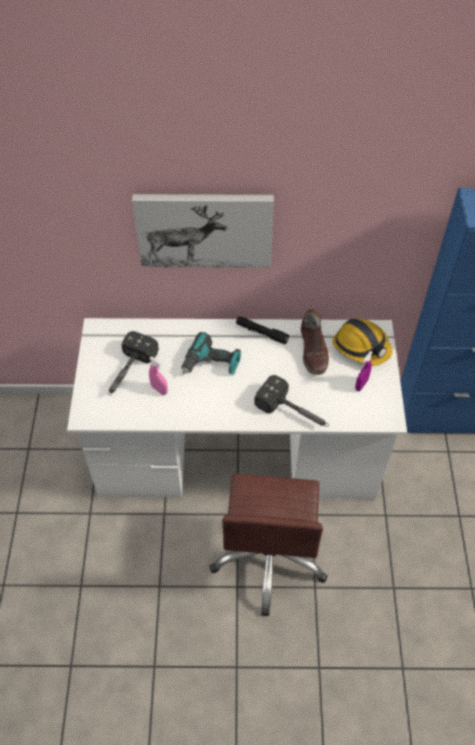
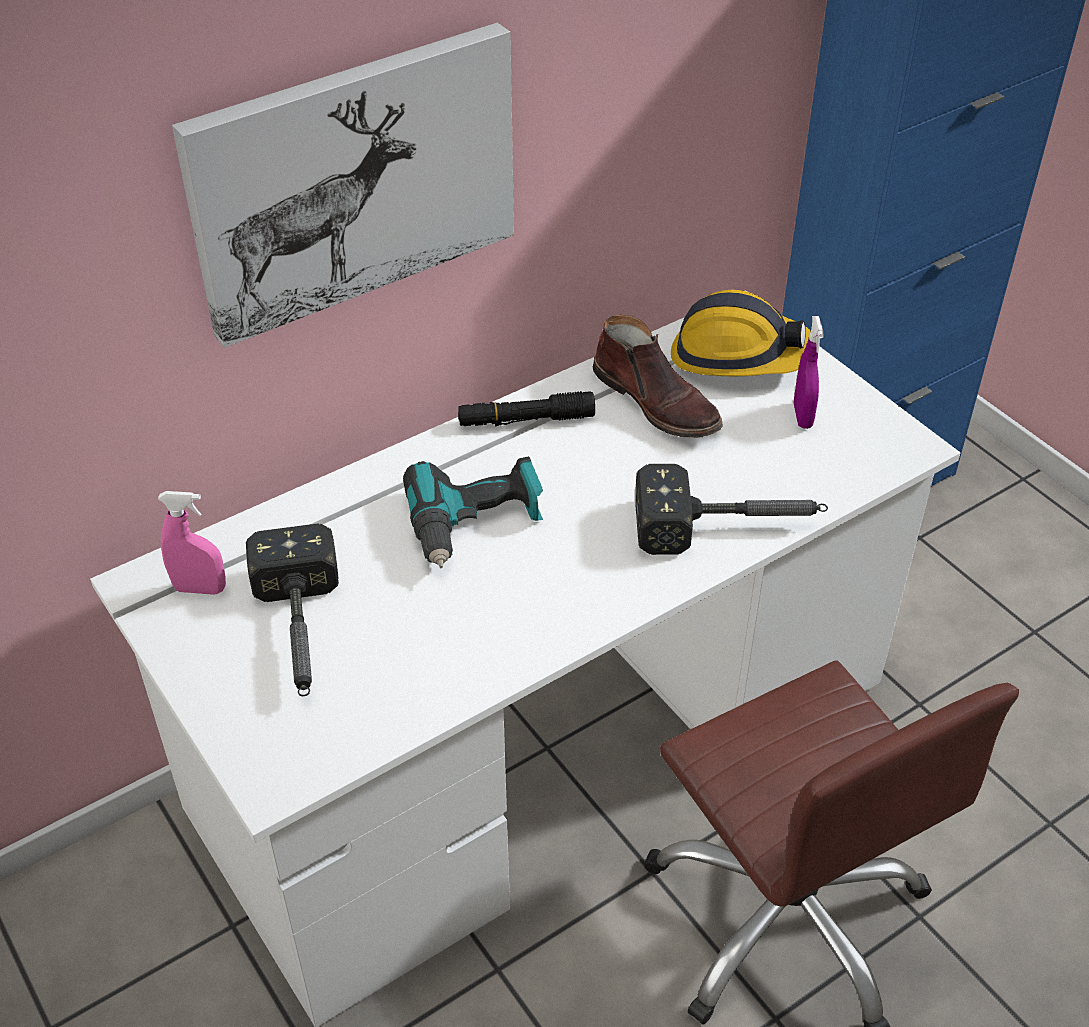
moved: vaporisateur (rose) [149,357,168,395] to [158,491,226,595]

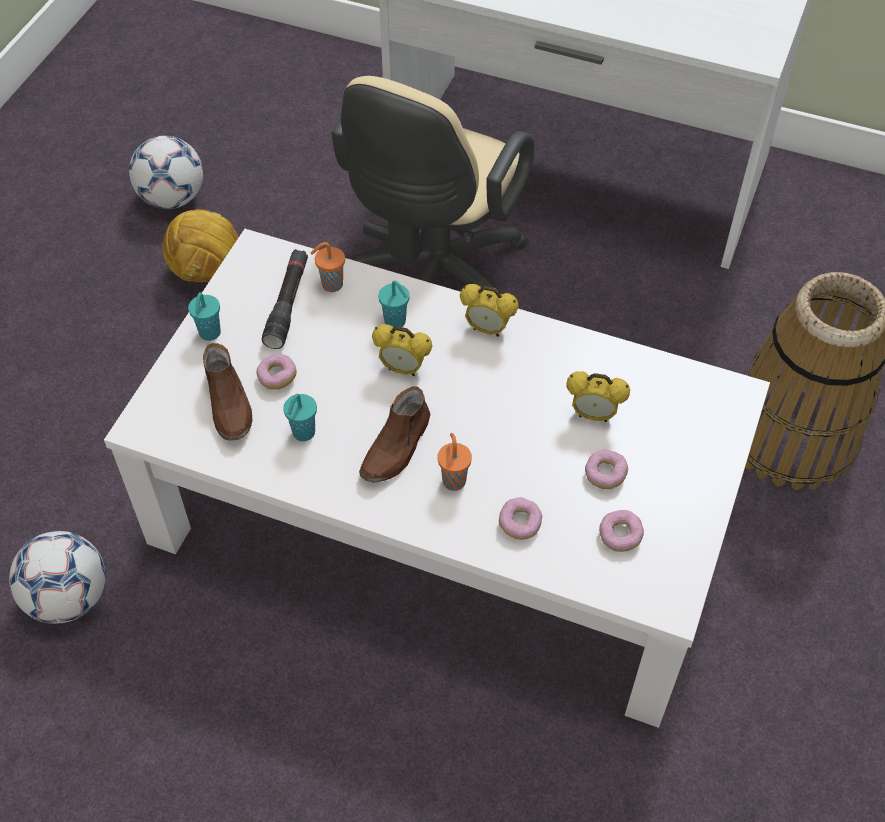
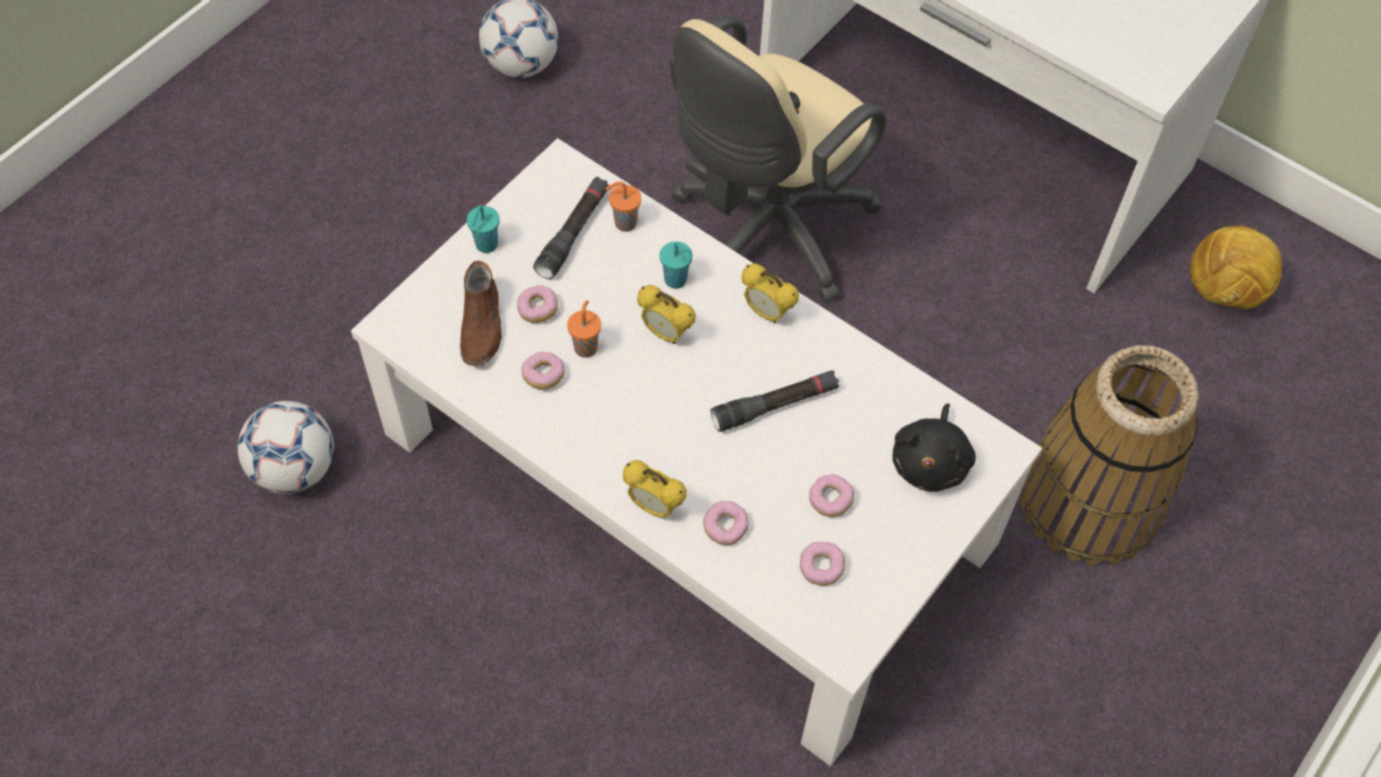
removed: chaussure (marron) [359,386,431,483]
added: lampe de poche (noir) [710,370,839,432]; peluche (noir) [892,403,976,492]
moved: ballon de foot [162,209,239,282] to [1190,225,1282,309]; tasse (orange) [437,433,472,491] to [567,300,601,358]; réveil [566,371,630,422] to [623,460,686,518]
replaced: tasse (turquoise) [283,394,317,441] to beignet [522,352,565,389]

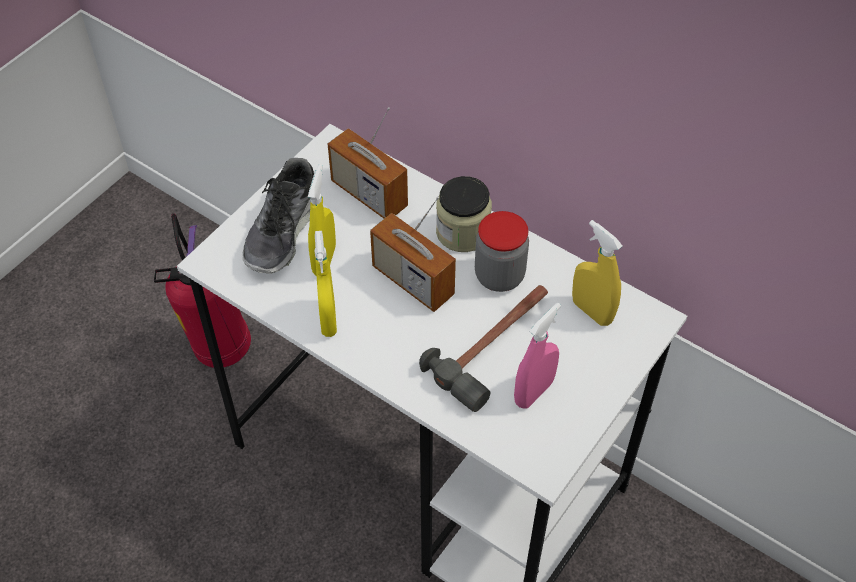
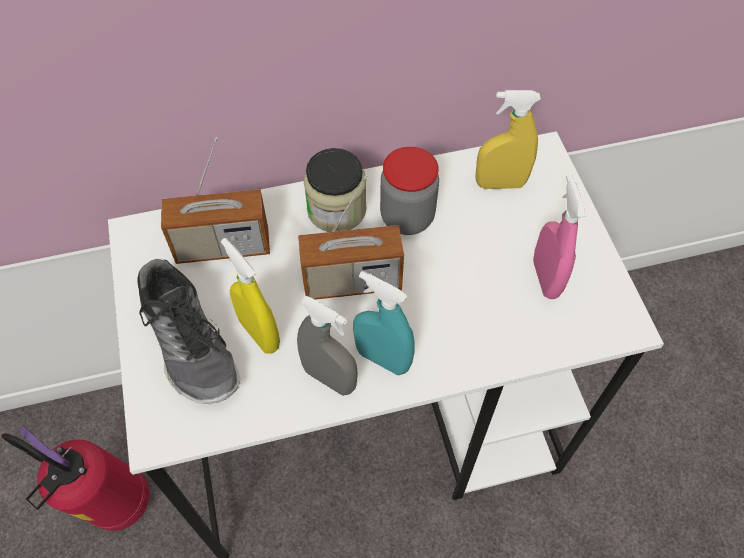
removed: marteau [419,285,548,412]
added: vaporisateur (turquoise) [353,271,414,375]
recoloured: vaporisateur (jaune) [315,231,337,337] to vaporisateur (gris) [297,295,358,396]

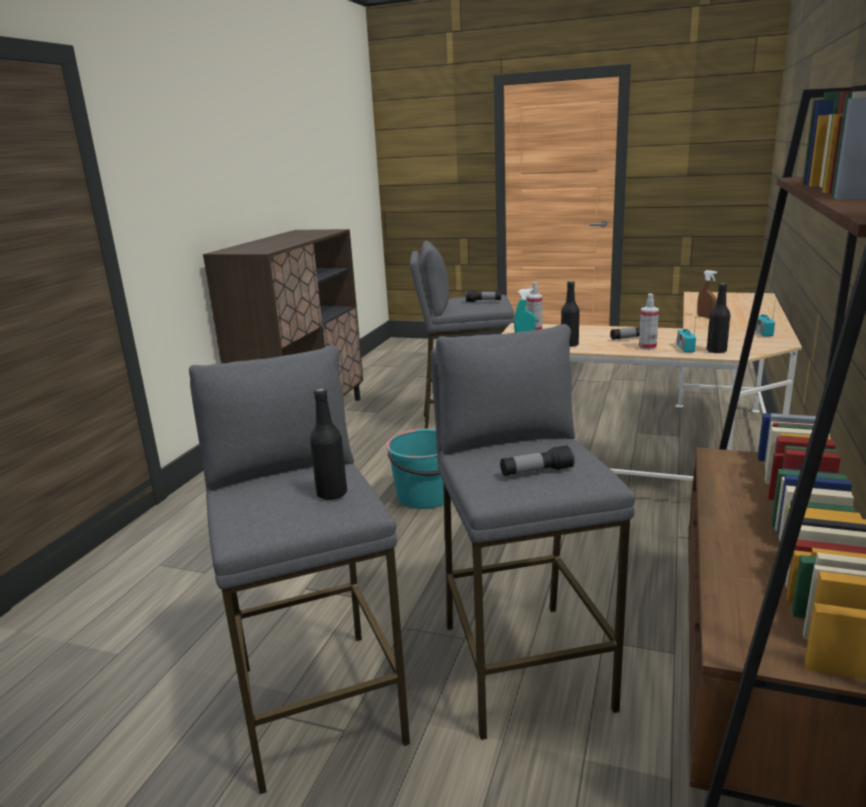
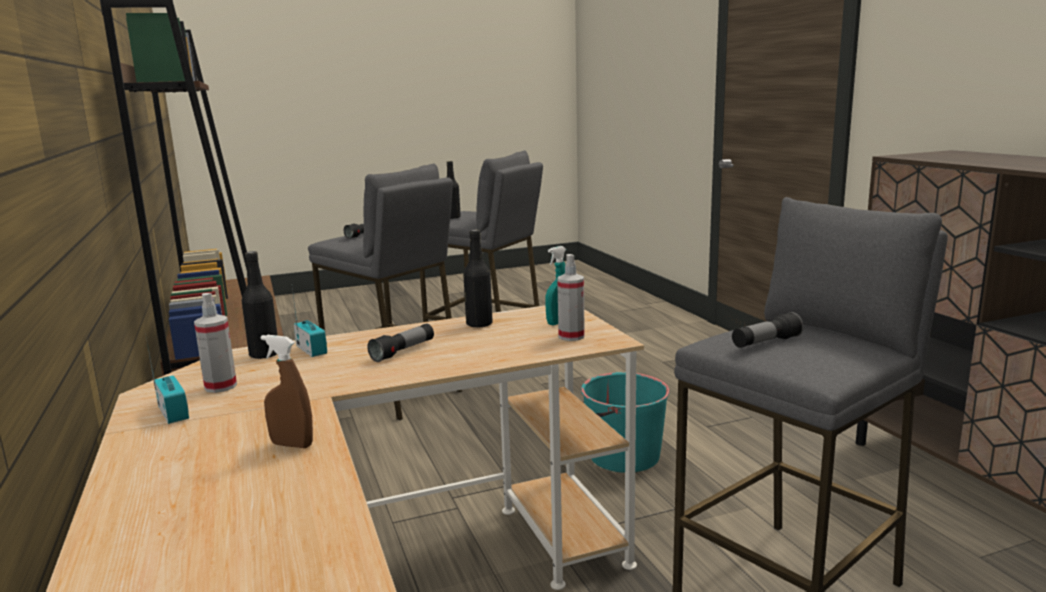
moved: vaporisateur [639,293,659,350] to [194,293,237,393]

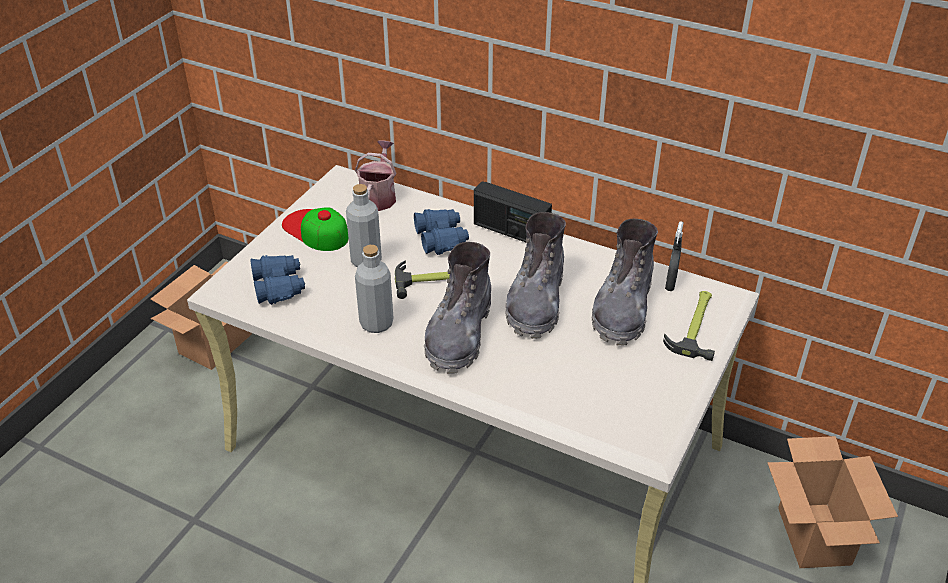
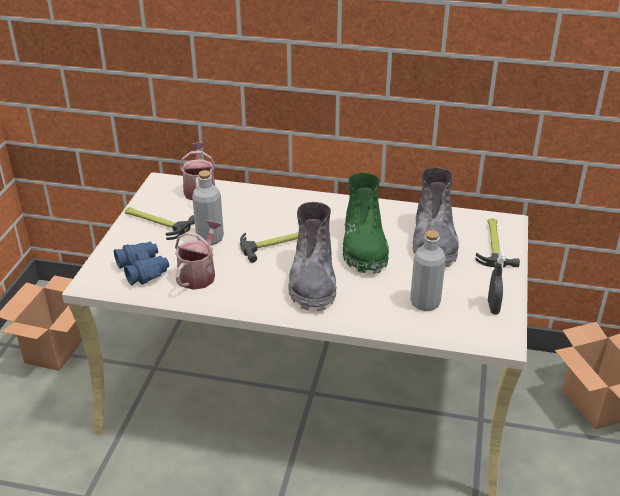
removed: jumelles (bleu) [414,209,469,255]; radio [474,181,552,242]
added: arrosoir [175,220,222,290]
moved: bouteille (gris) [355,245,394,333] to [410,230,446,311]; vaporisateur (gris) [665,221,683,291] to [488,249,506,315]
replaced: casquette [282,207,349,251] to marteau [125,207,195,240]
recoloured: botte (gris) [505,212,566,339] to botte (vert) [343,172,389,274]

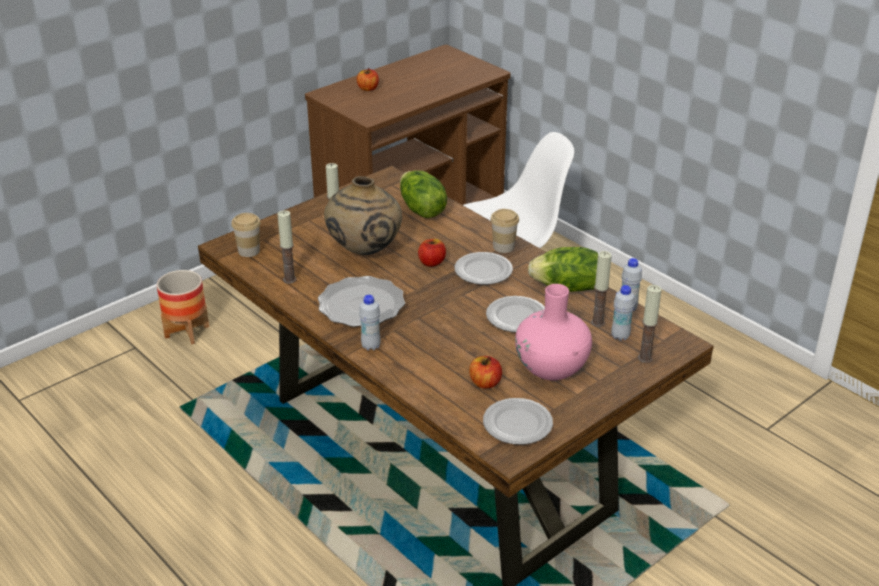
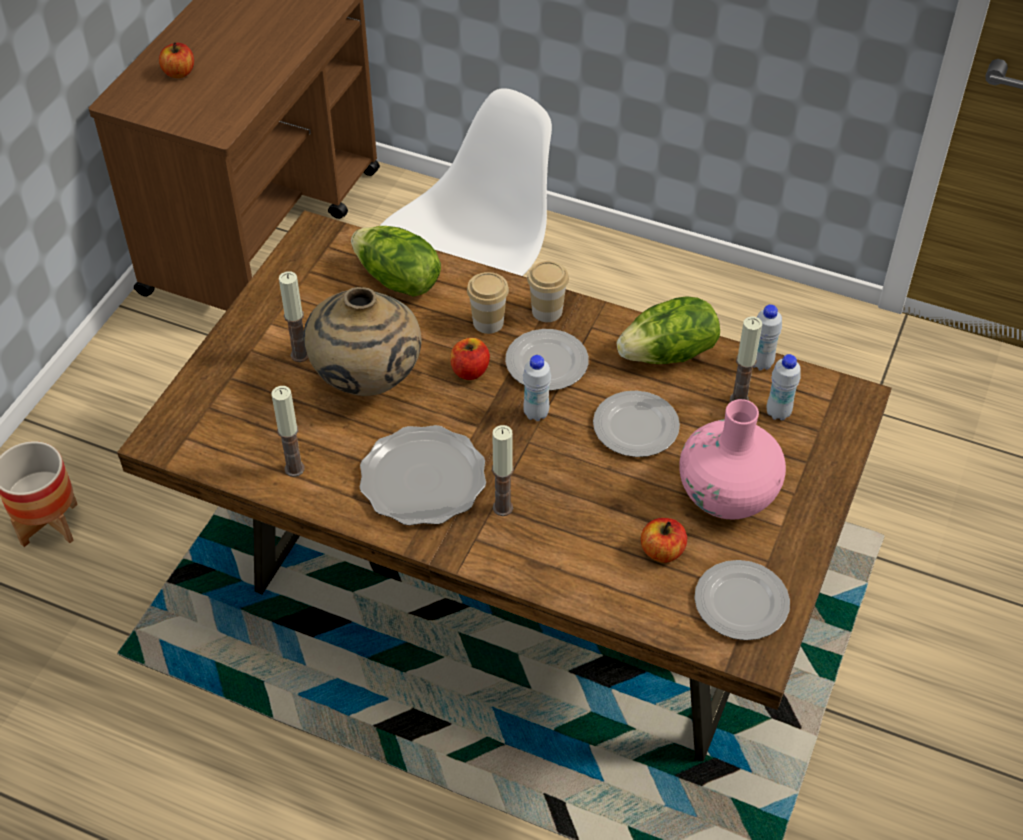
moved: tasse [231,213,261,257] to [467,272,509,334]; bouteille (blanc) [359,295,380,351] to [523,355,551,421]; bougie [638,285,662,363] to [492,425,514,516]

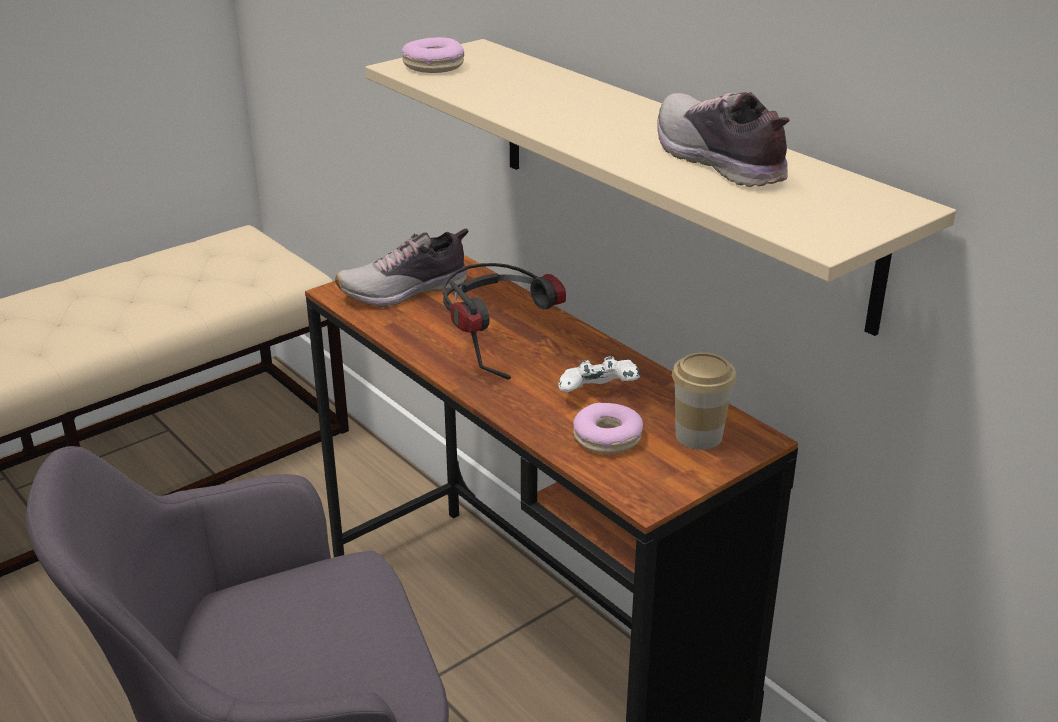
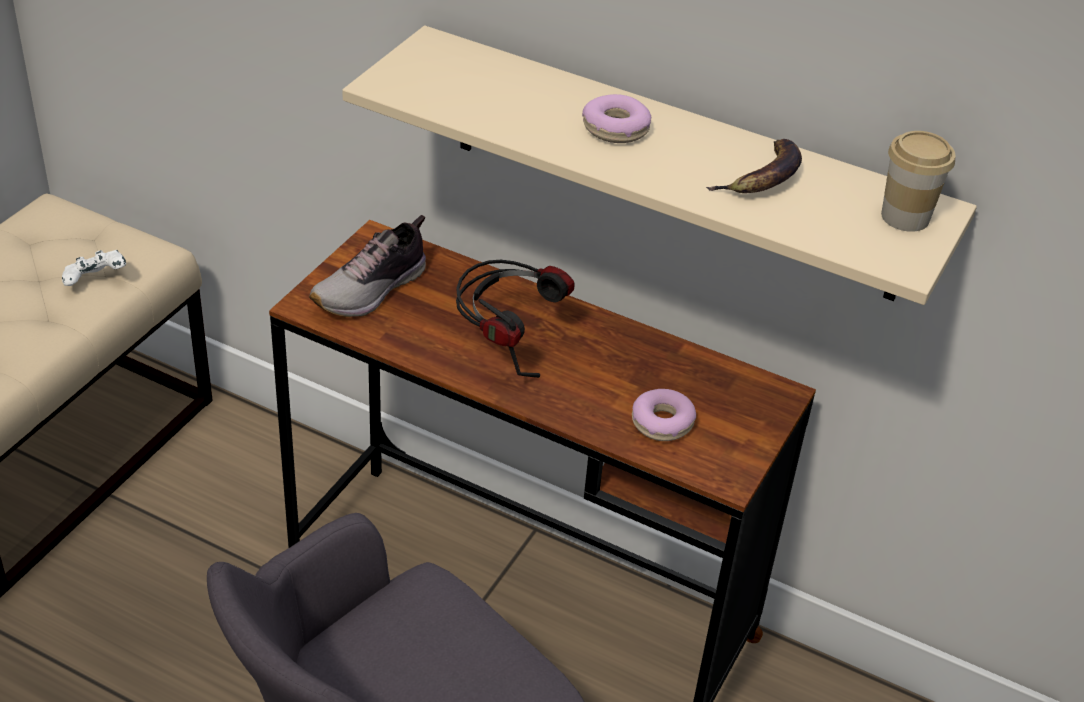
moved: beignet [402,37,464,73] to [582,94,651,143]; manette (blanc) [559,356,640,392] to [62,250,126,286]; tasse [672,352,736,450] to [881,131,955,232]
replaced: chaussure [658,92,790,187] to banane [706,139,802,193]

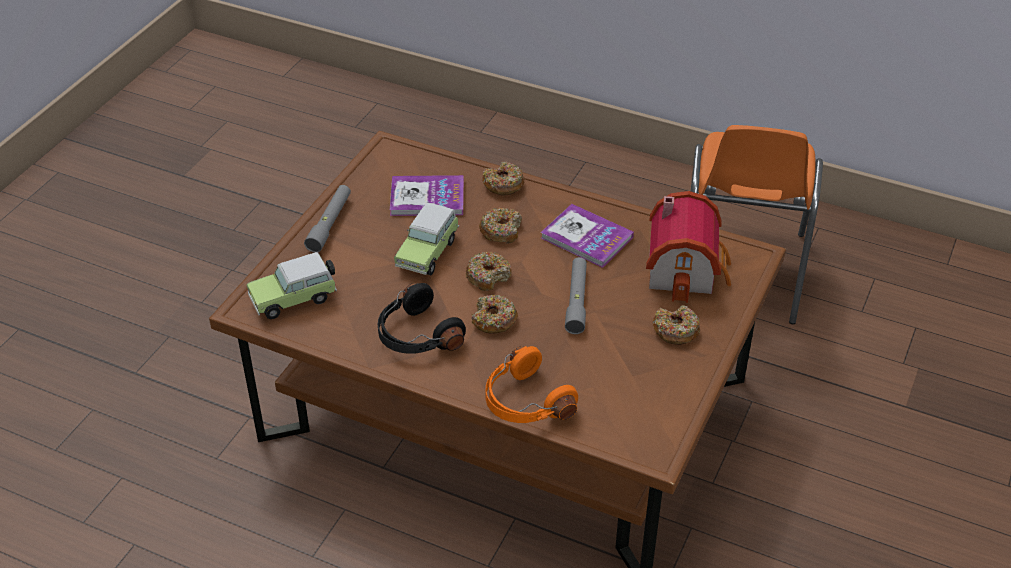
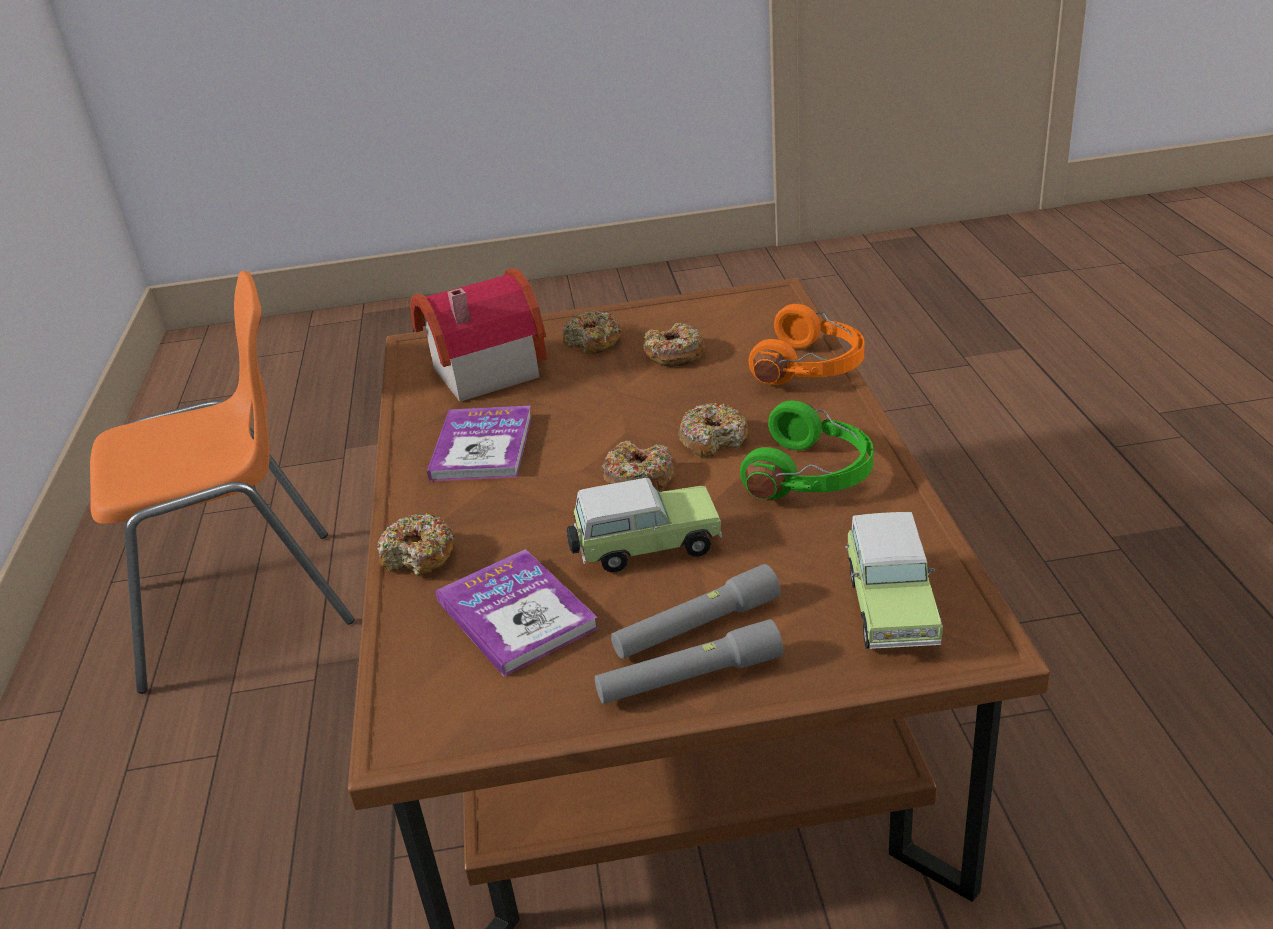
moved: beignet [479,208,522,244] to [643,323,705,367]; lampe de poche (gris) [565,257,587,334] to [611,564,781,659]
recoloured: casque audio (noir) [378,283,466,354] to casque audio (vert) [740,400,874,499]
turned: petite voiture [246,252,337,319] = [845,512,943,649] 60 degrees clockwise

